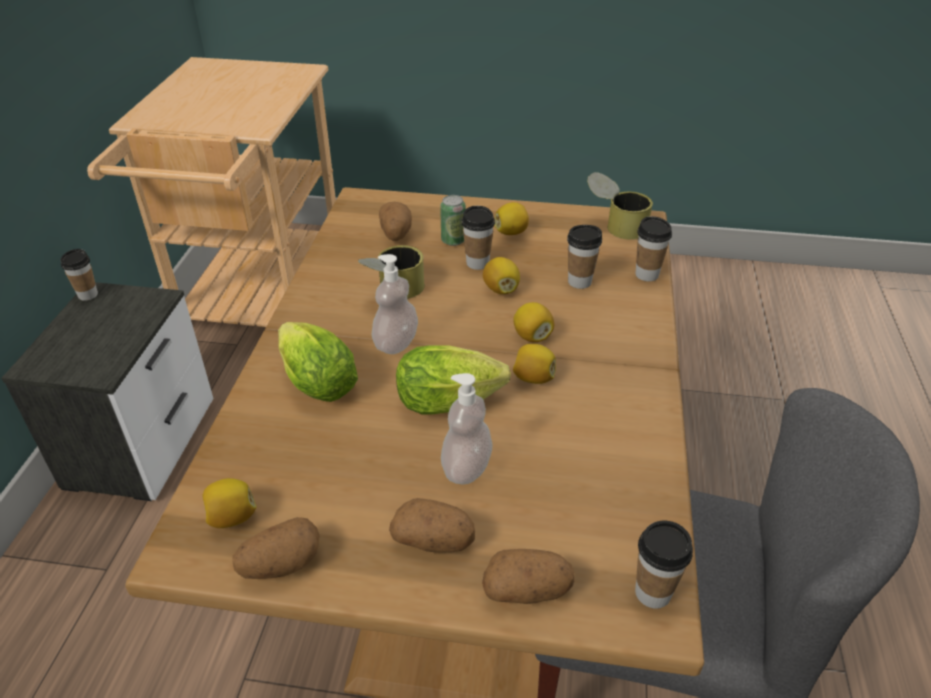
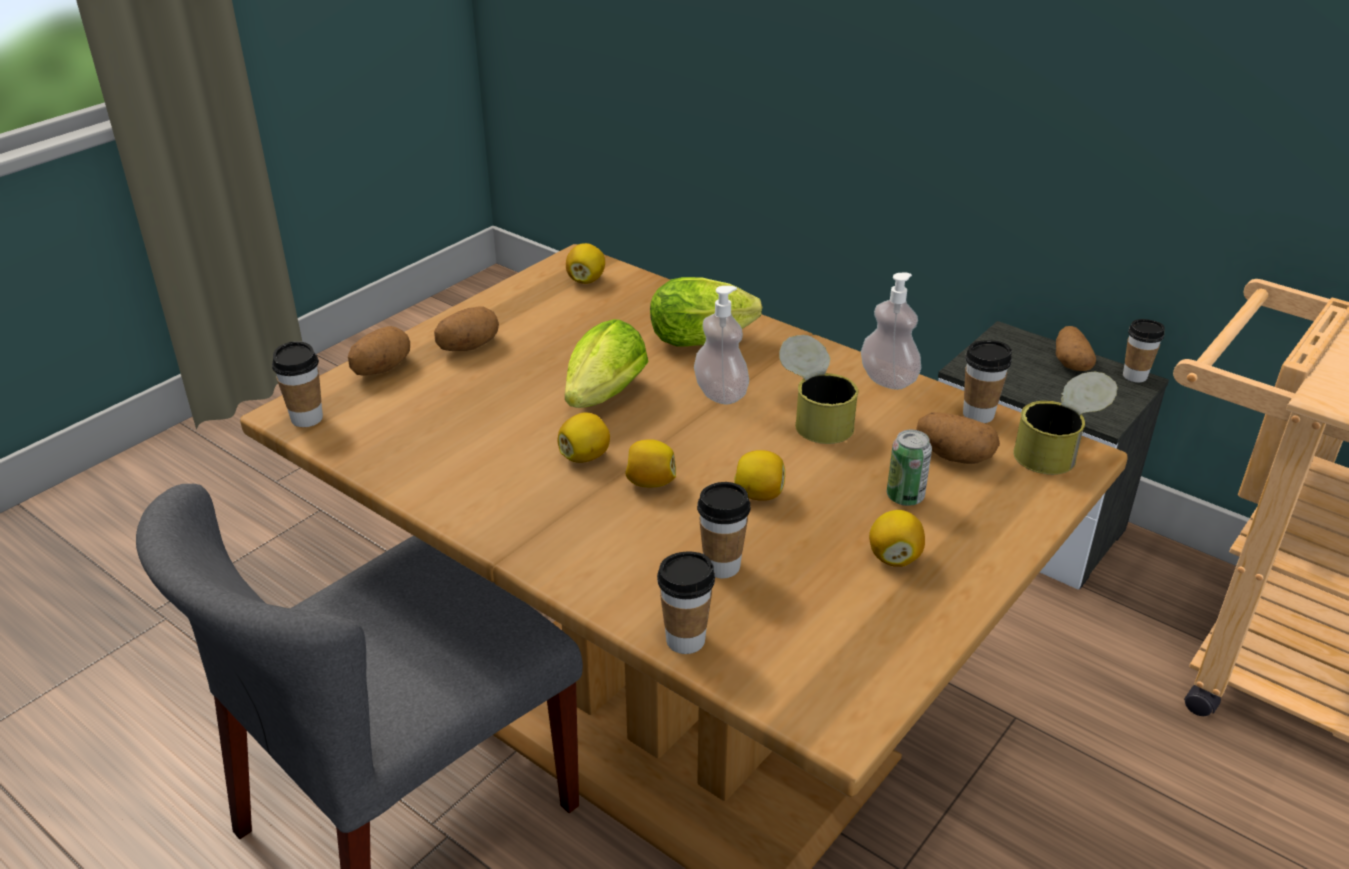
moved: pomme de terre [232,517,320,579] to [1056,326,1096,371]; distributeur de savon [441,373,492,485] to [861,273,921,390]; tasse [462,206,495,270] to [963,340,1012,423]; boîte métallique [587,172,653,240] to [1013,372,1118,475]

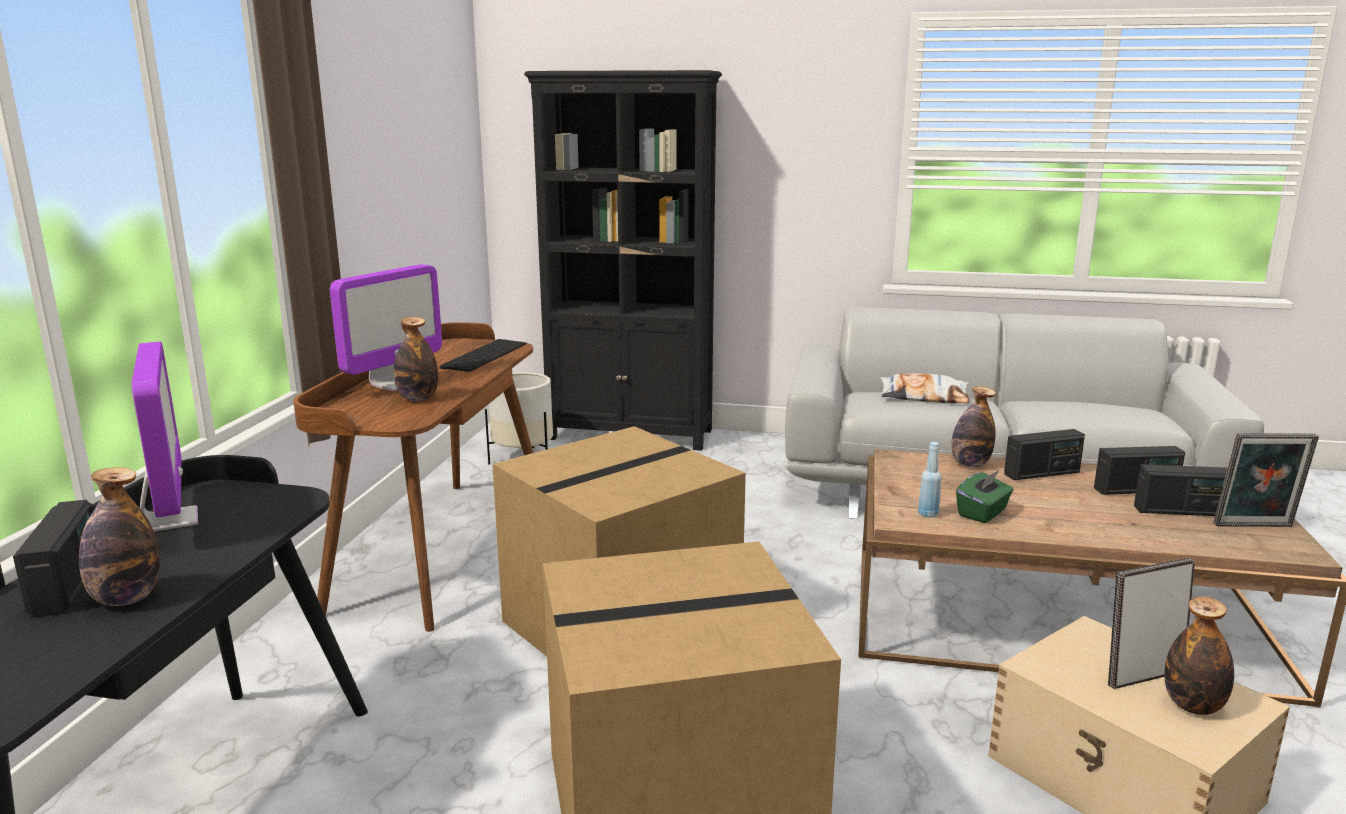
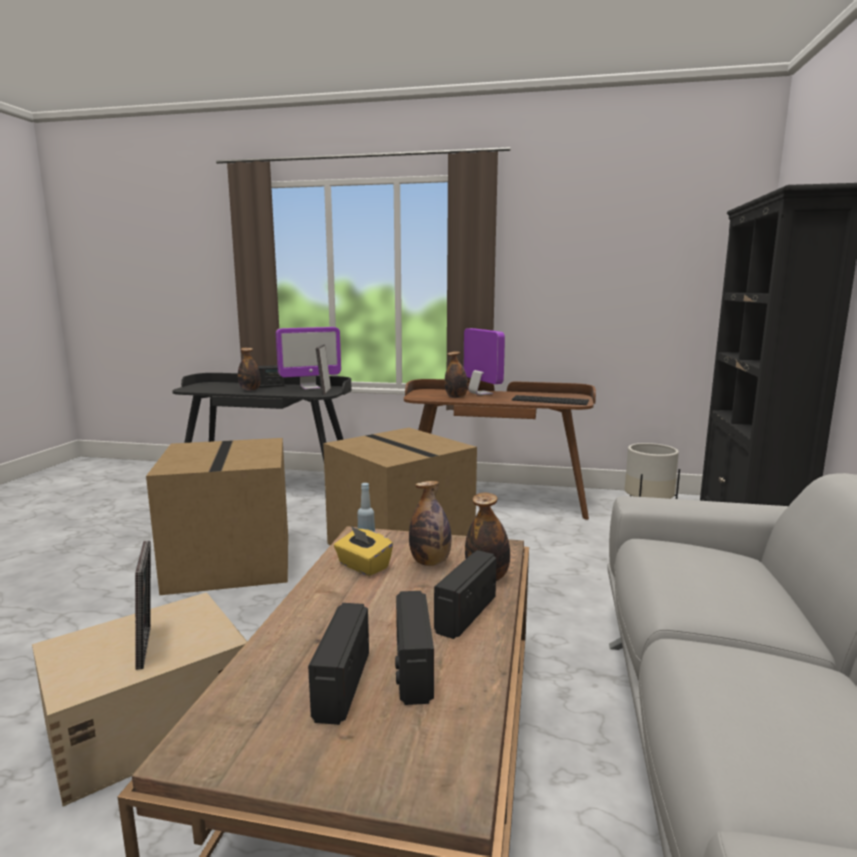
removed: coussin [880,373,970,403]
moved: bouteille [1165,596,1234,715] to [409,481,451,566]; cadre photo [1214,433,1319,527] to [316,344,331,395]
recoloured: boîte à mouchoirs (vert) [956,470,1014,523] to boîte à mouchoirs (jaune) [334,526,393,576]
turned: écran d'ordinateur [330,264,442,391] = [464,328,505,395] 150 degrees counterclockwise; radio [1004,429,1085,480] = [434,550,497,639] 45 degrees clockwise

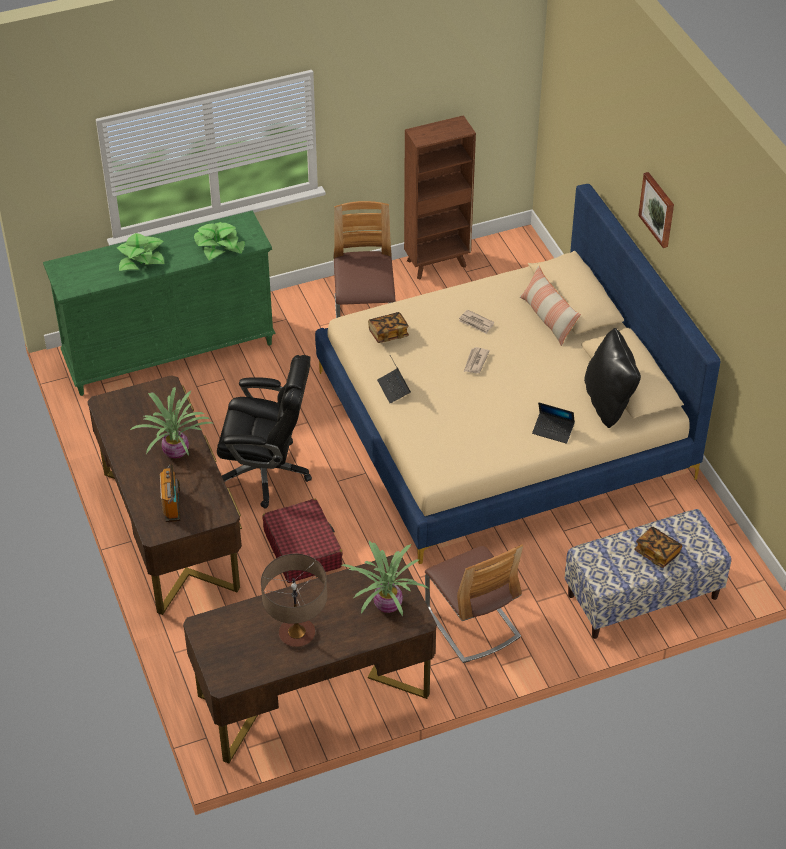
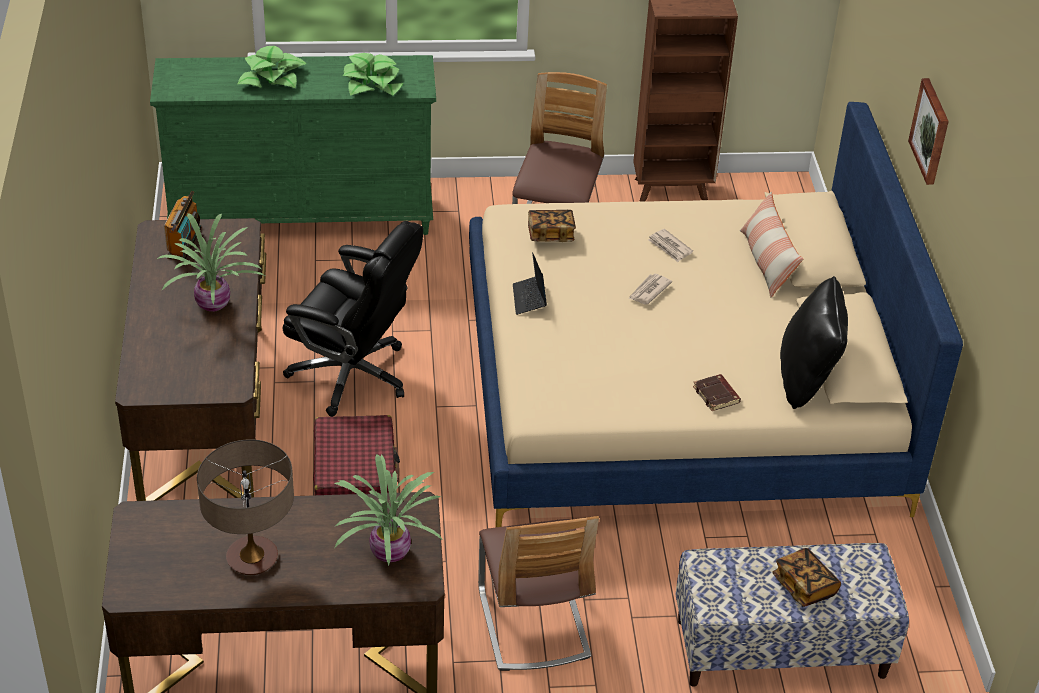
moved: radio [160,464,181,522] to [164,191,201,260]
replaced: ordinateur portable [532,403,575,444] to livre (marron) [693,374,741,411]

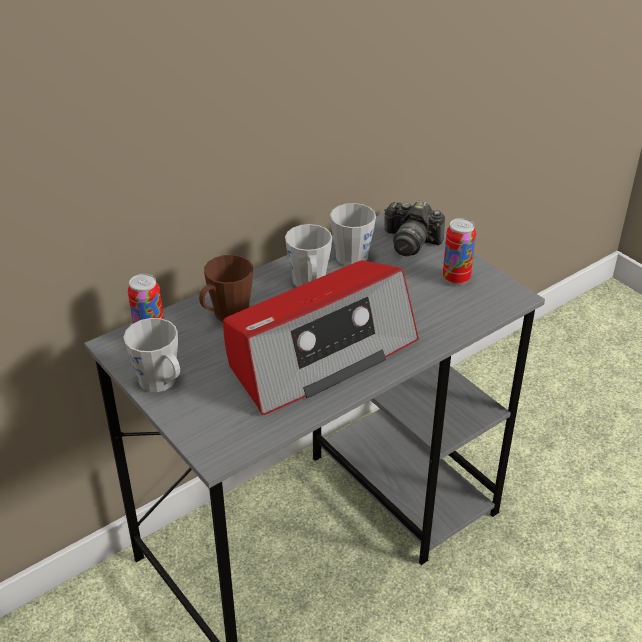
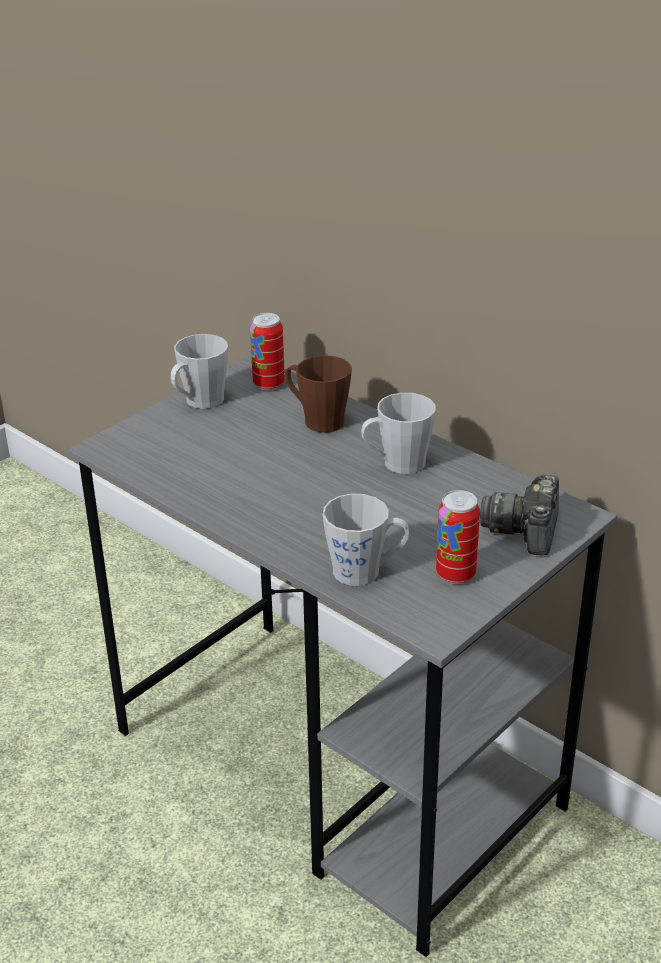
removed: radio [223,260,419,415]
moved: mug (gris) [330,203,376,266] to [323,494,409,586]

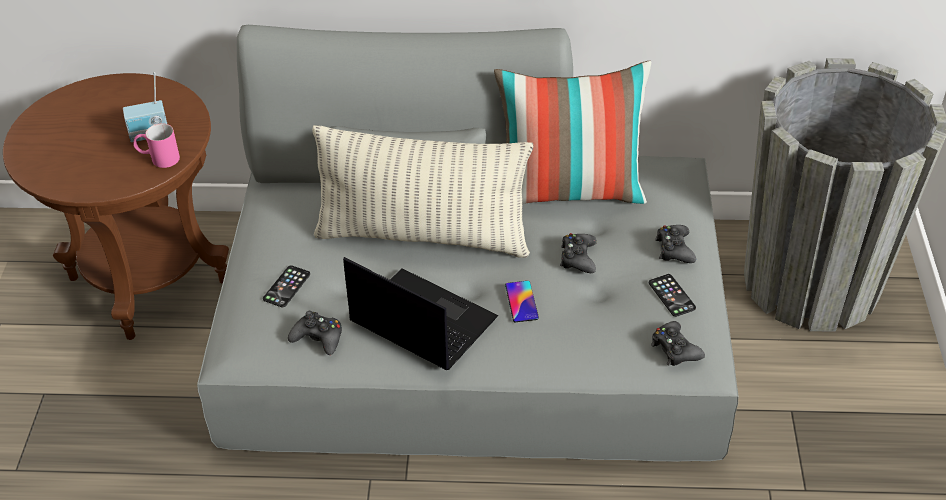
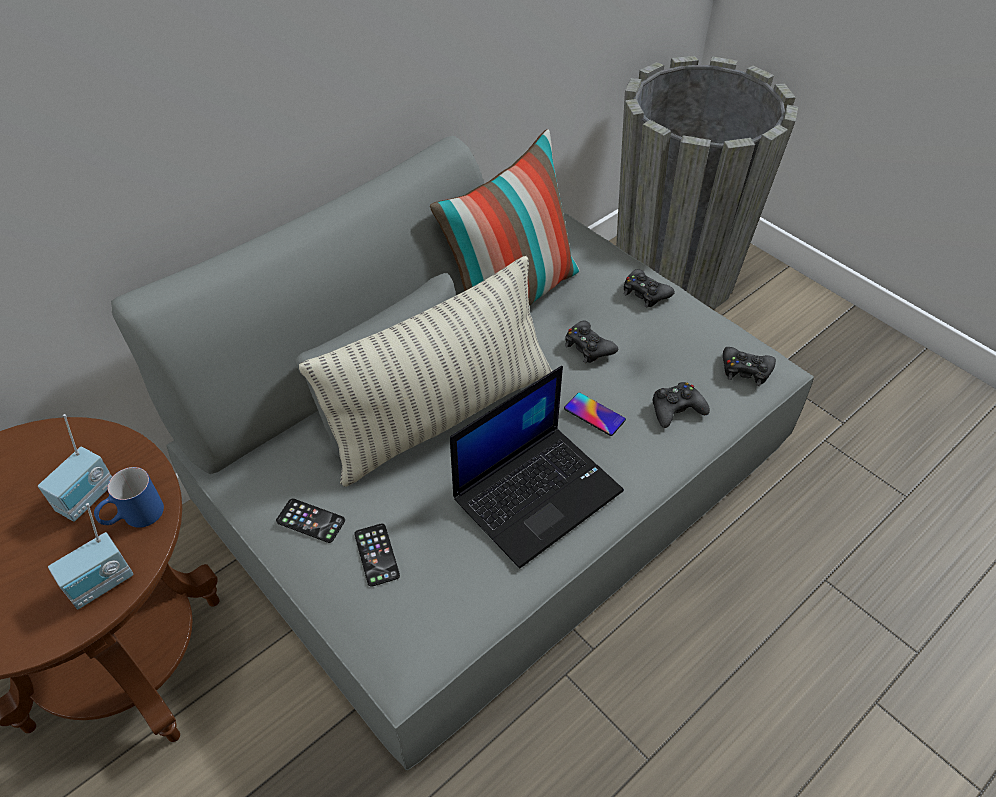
added: radio [48,503,134,609]
moved: manette (noir) [288,311,342,355] to [653,382,710,428]; téléphone [649,274,696,317] to [276,499,345,543]
recoloured: mug (rose) [133,123,180,168] to mug (bleu) [94,467,164,528]
turned: ordinateur portable [343,257,498,370] = [450,366,624,568] 150 degrees clockwise

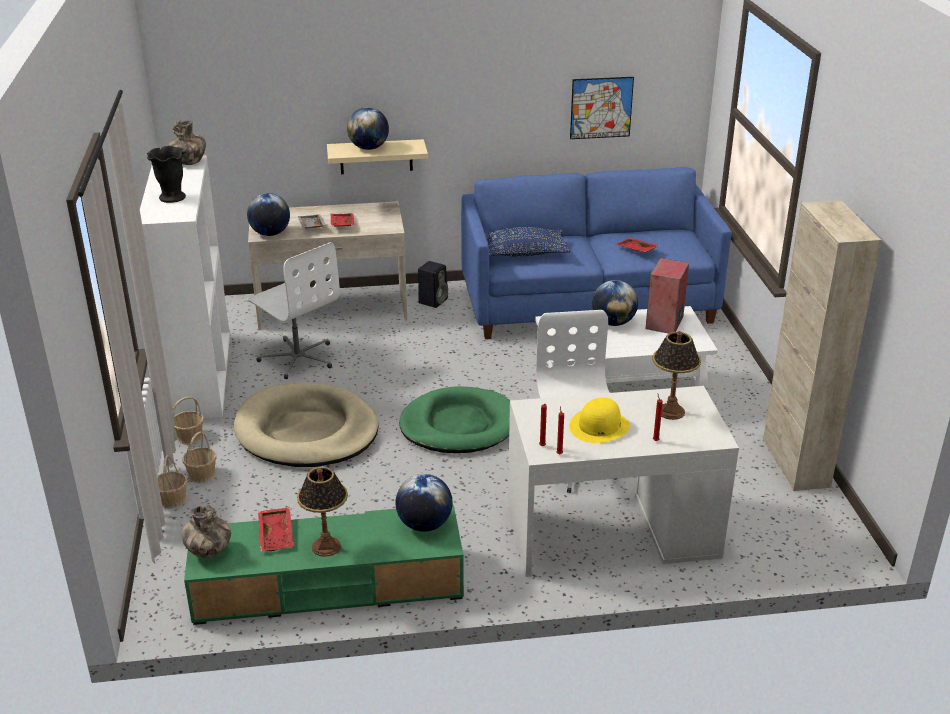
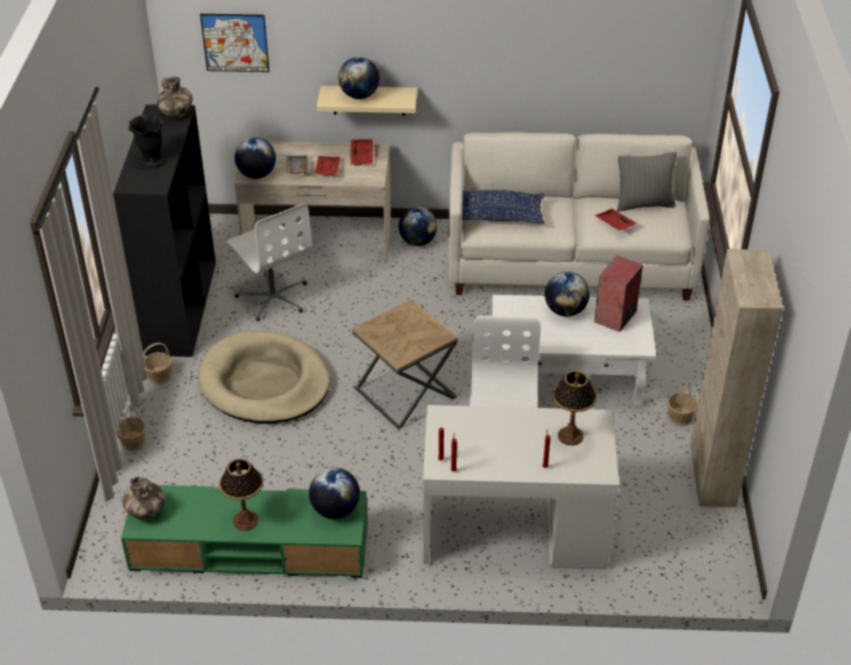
removed: chapeau (jaune) [569,398,630,443]
added: coussin (gris) [617,152,677,211]
moved: panier [182,432,217,483] to [667,382,698,426]; plateau (rouge) [258,507,293,551] to [350,139,373,166]; tableau [570,77,634,139] to [200,14,269,72]
replaced: panier pour chien (vert) [399,387,510,453] to table d'appoint (marron) [352,299,458,429]; enceinte (noir) [418,261,448,308] to globe [399,207,437,246]
recoloured: bibliothèque (blanc) [140,155,230,418] to bibliothèque (noir) [113,104,216,357]; canapé (bleu) [461,167,731,339] to canapé (blanc) [448,132,710,301]

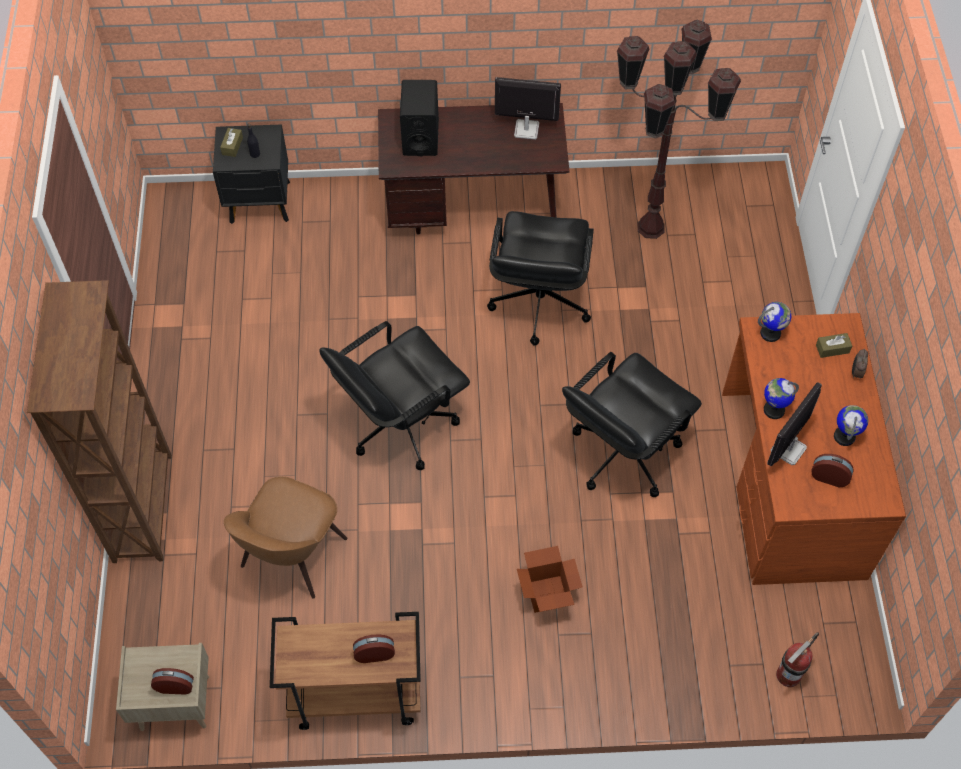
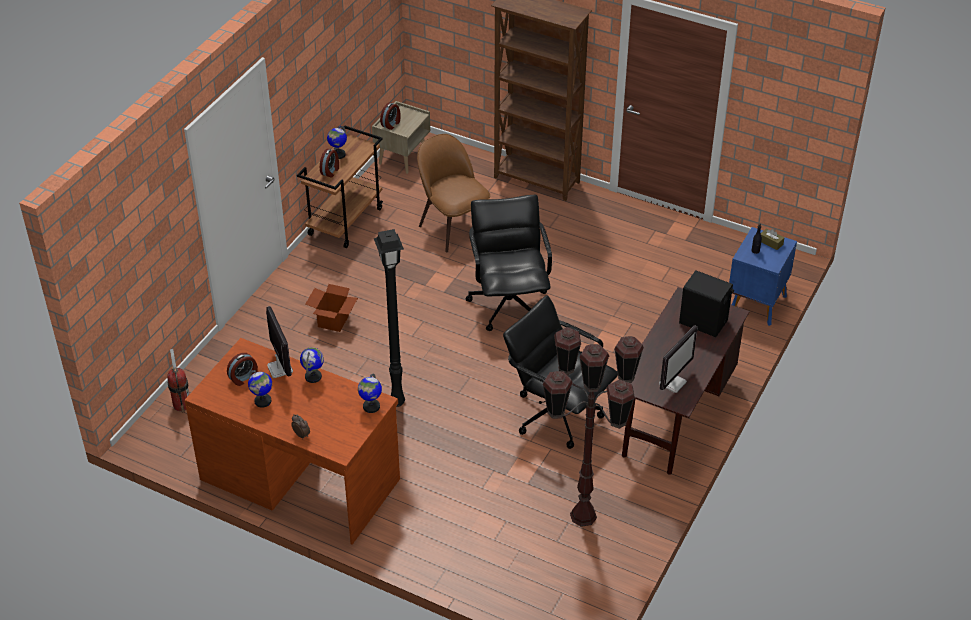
removed: boîte à mouchoirs (marron) [816,333,852,358]
added: globe [327,126,347,159]
replaced: chaise de bureau (noir) [562,352,702,497] to lampadaire (noir) [374,229,405,407]
recoloured: table de chevet (noir) [213,124,290,224] to table de chevet (bleu) [729,227,797,326]

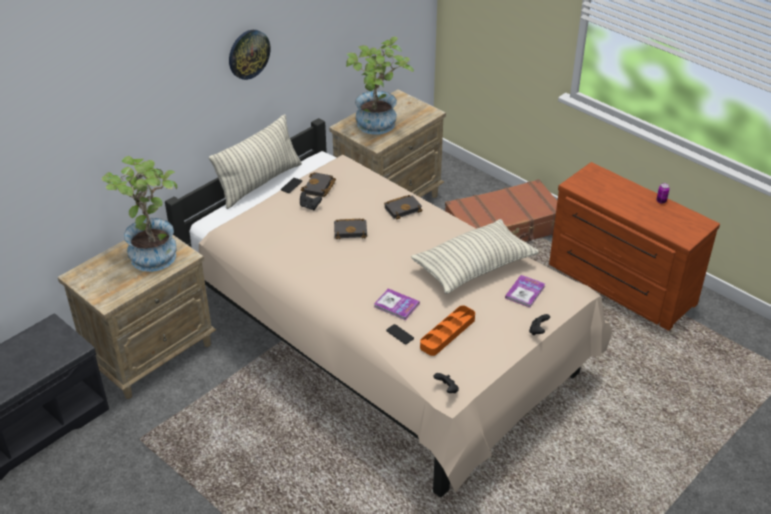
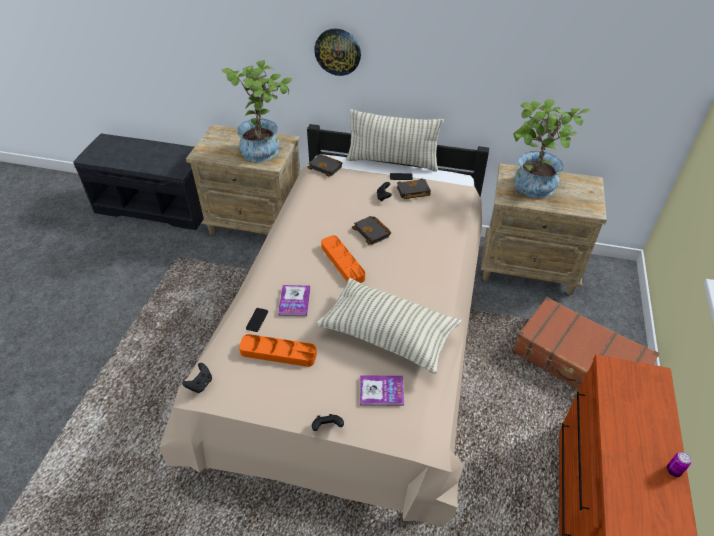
added: plateau (orange) [321,235,365,283]
moved: horloge murale [229,30,270,80] to [314,28,361,76]; livre (noir) [384,195,422,220] to [307,154,343,177]

